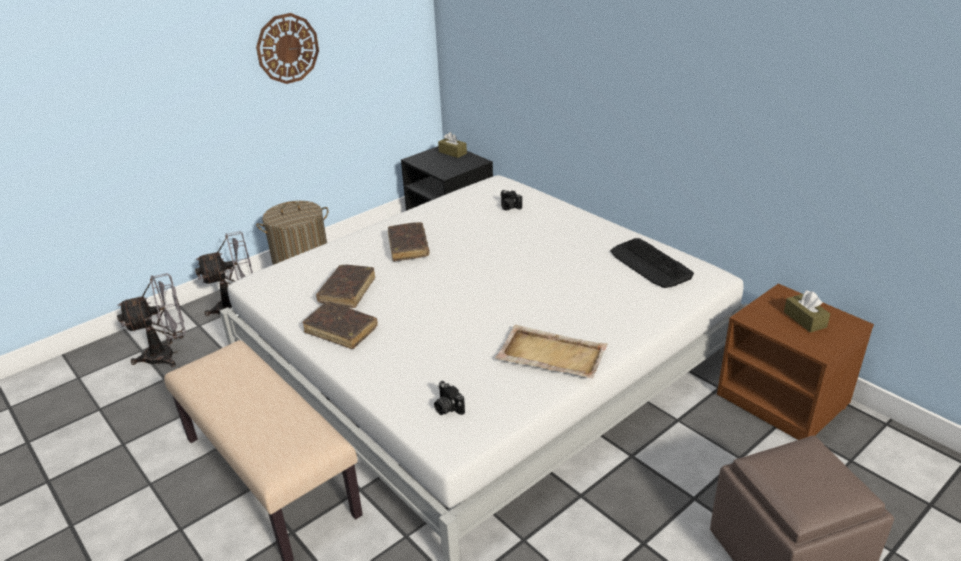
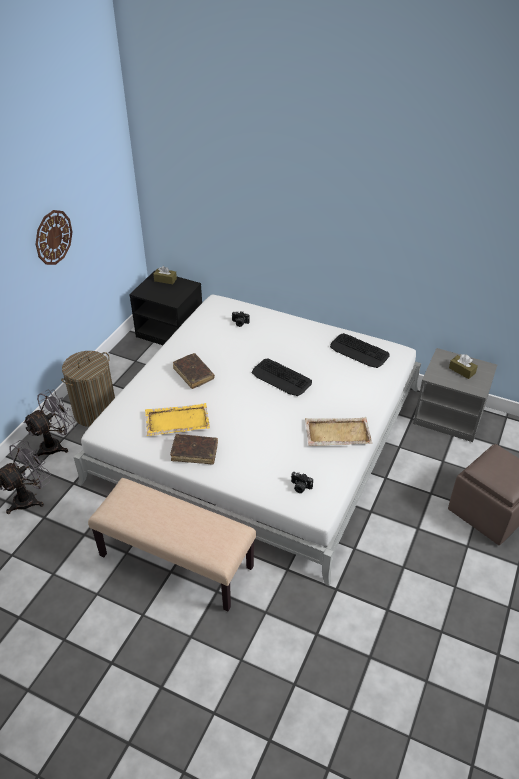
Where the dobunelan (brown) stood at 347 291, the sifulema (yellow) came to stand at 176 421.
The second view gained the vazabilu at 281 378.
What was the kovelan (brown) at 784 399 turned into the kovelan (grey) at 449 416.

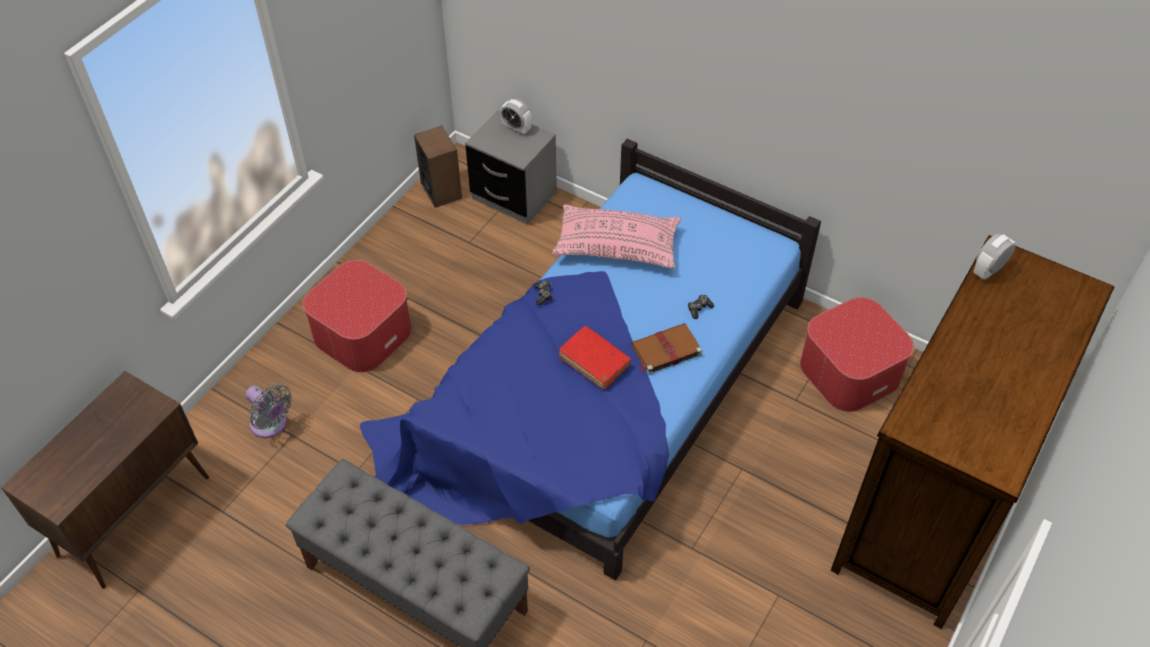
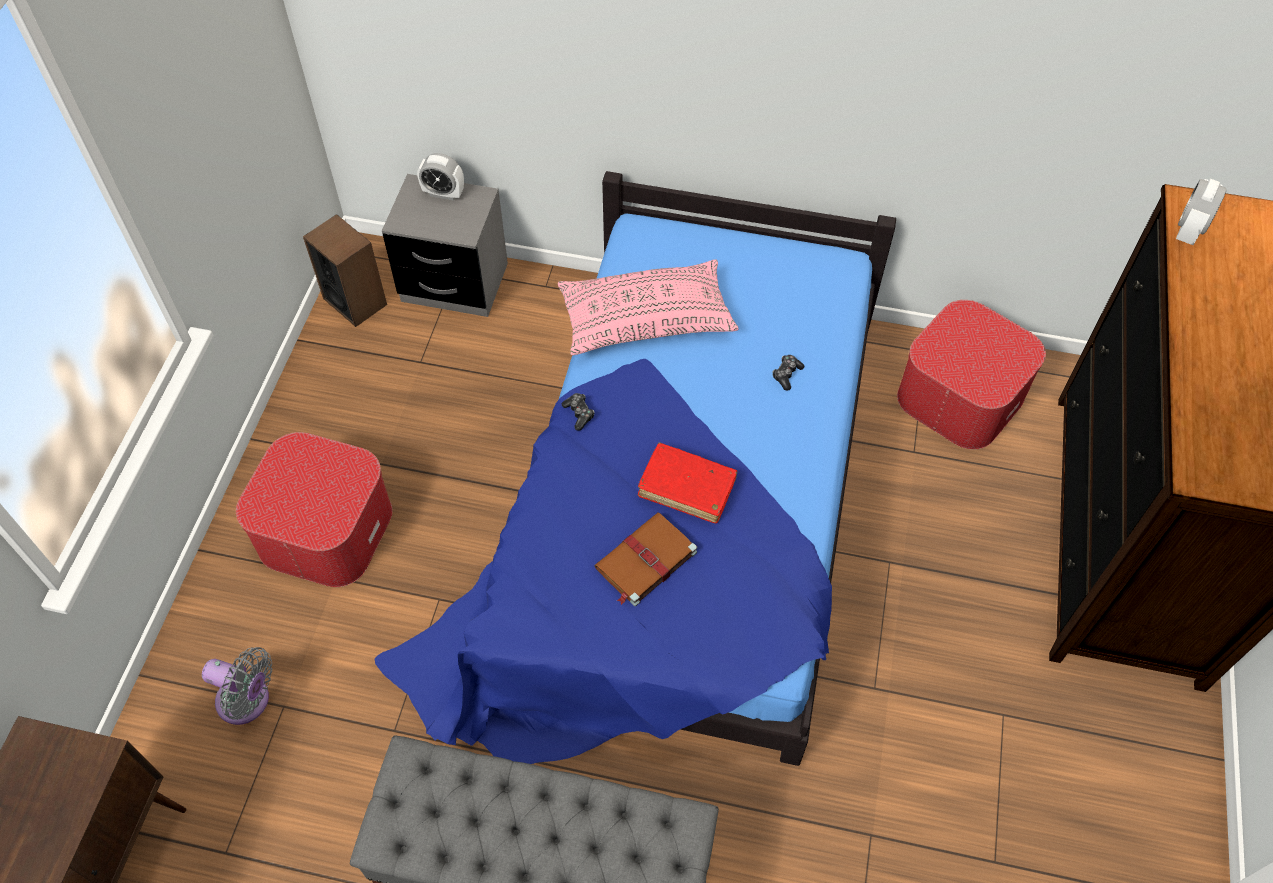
The dobunelan (brown) ended up elsewhere, having gone from 665 350 to 645 561.

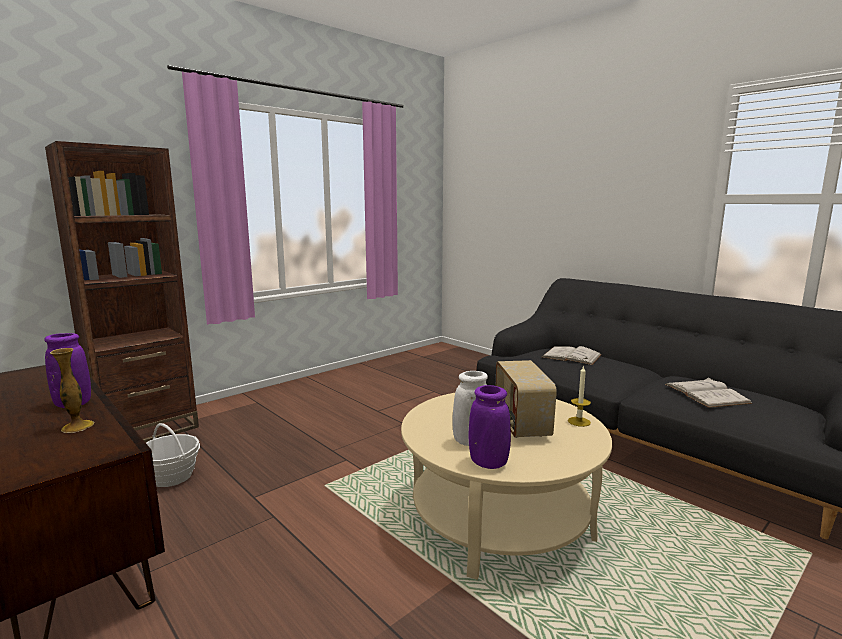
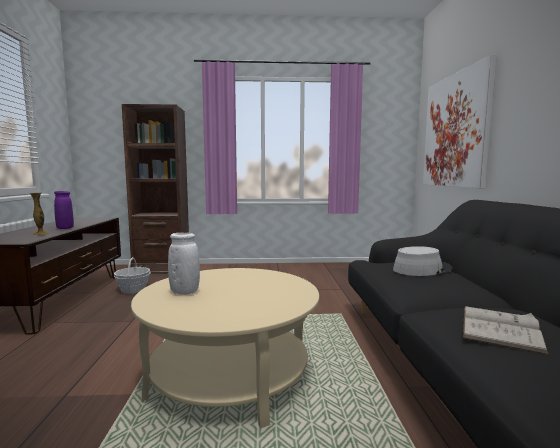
Where the dobunelan (white) stood at 571 356, the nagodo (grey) came to stand at 422 269.
The second view gained the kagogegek at 455 131.
The second view lost the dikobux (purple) at 488 463.
The second view lost the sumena at 520 424.
The second view lost the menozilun at 579 421.

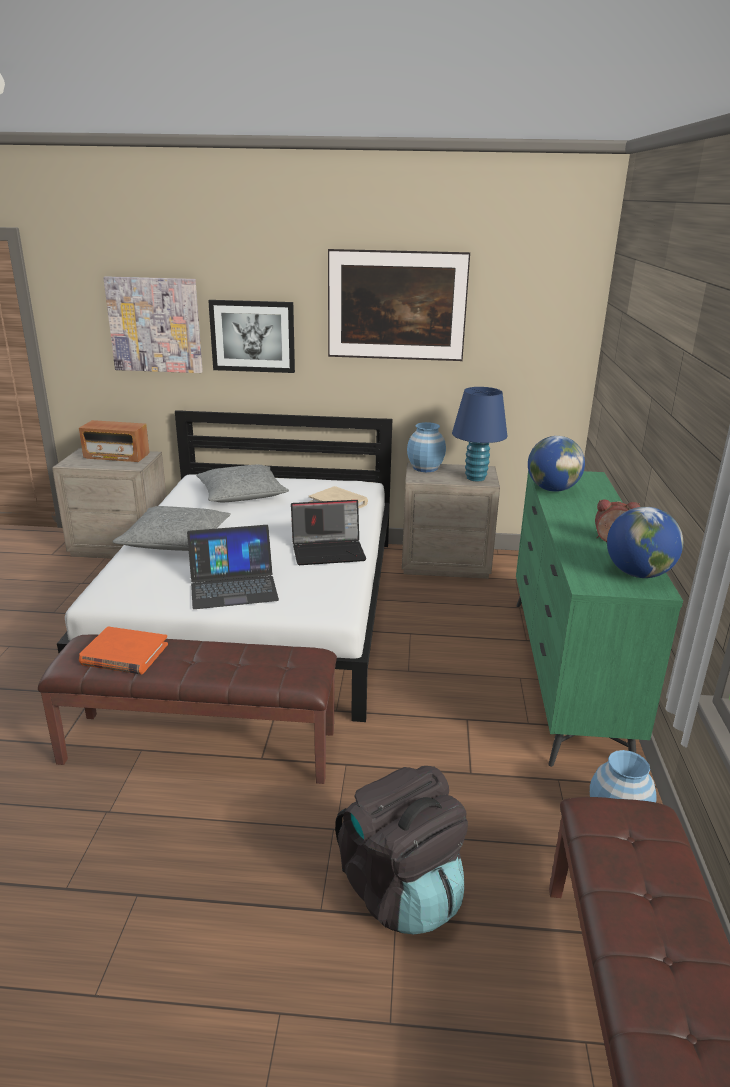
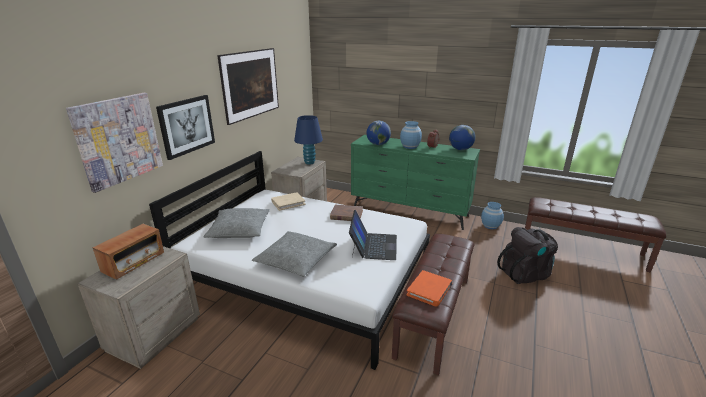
Where the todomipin stood at 329 551, the dobunelan (brown) came to stand at 346 215.
The dikobux (blue) ended up elsewhere, having gone from 425 468 to 410 146.

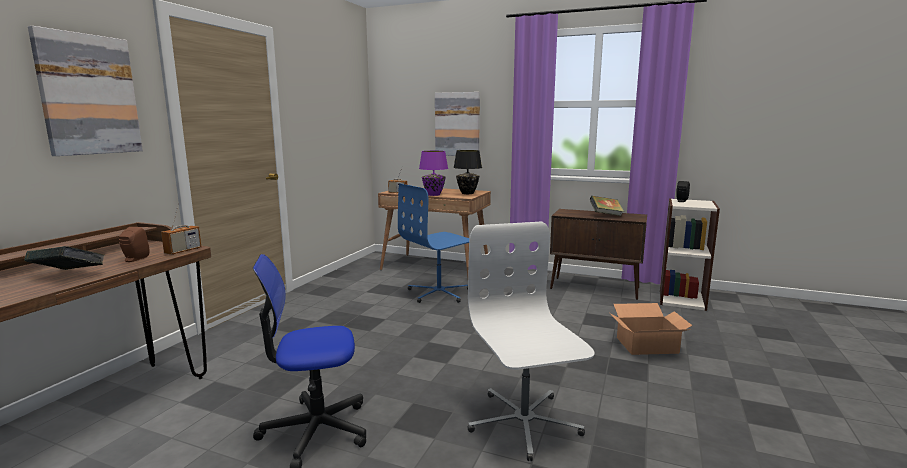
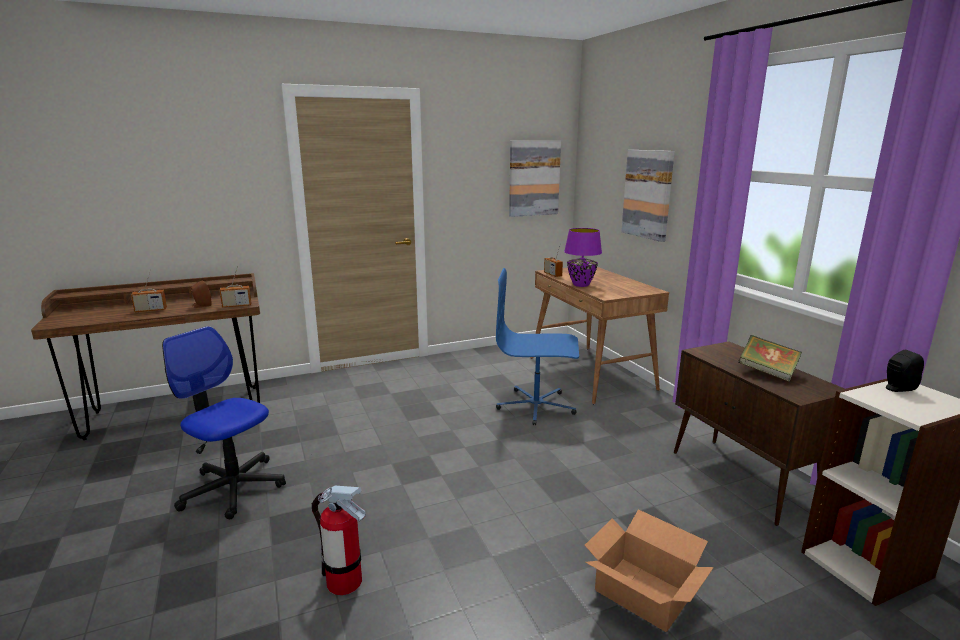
Where the dobunelan stood at 69 275, the sumena came to stand at 151 310.
Where the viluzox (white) stood at 523 423, the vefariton came to stand at 343 581.
The kagogegek ended up elsewhere, having gone from 88 95 to 533 178.
The second view lost the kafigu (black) at 467 193.

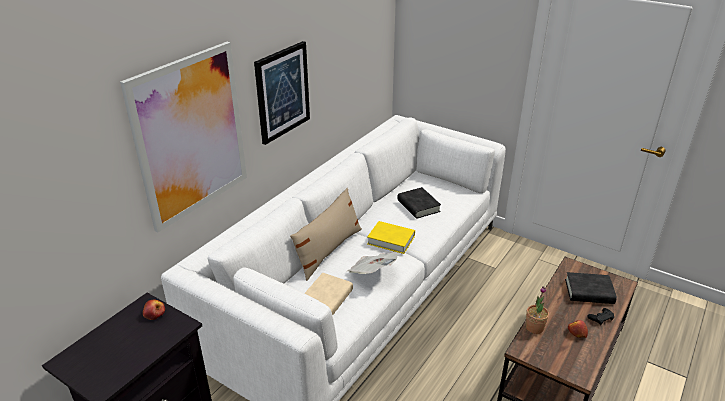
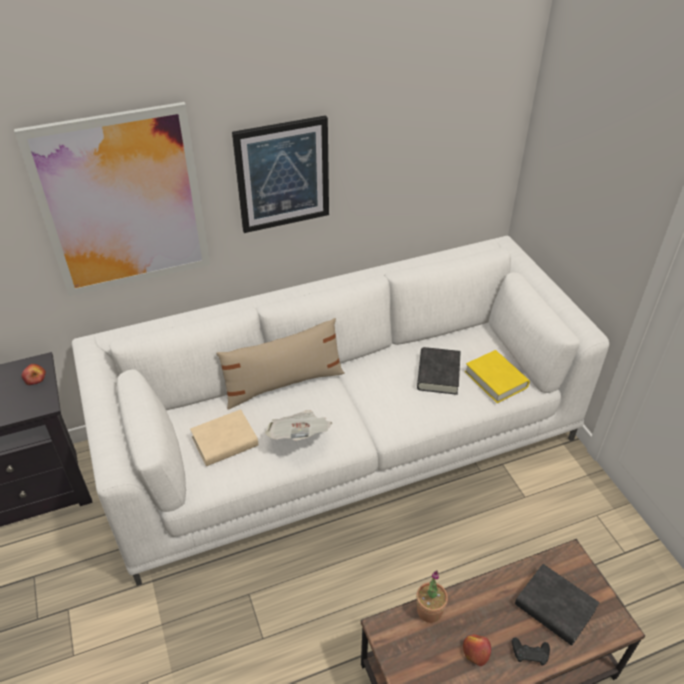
The dobunelan (yellow) ended up elsewhere, having gone from 391 240 to 496 379.

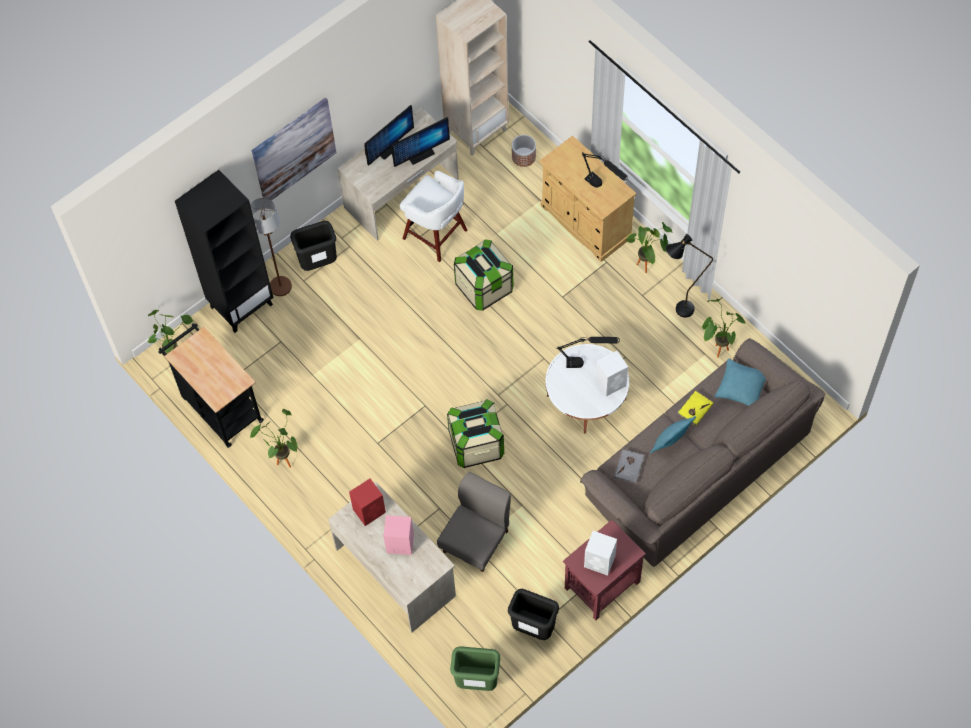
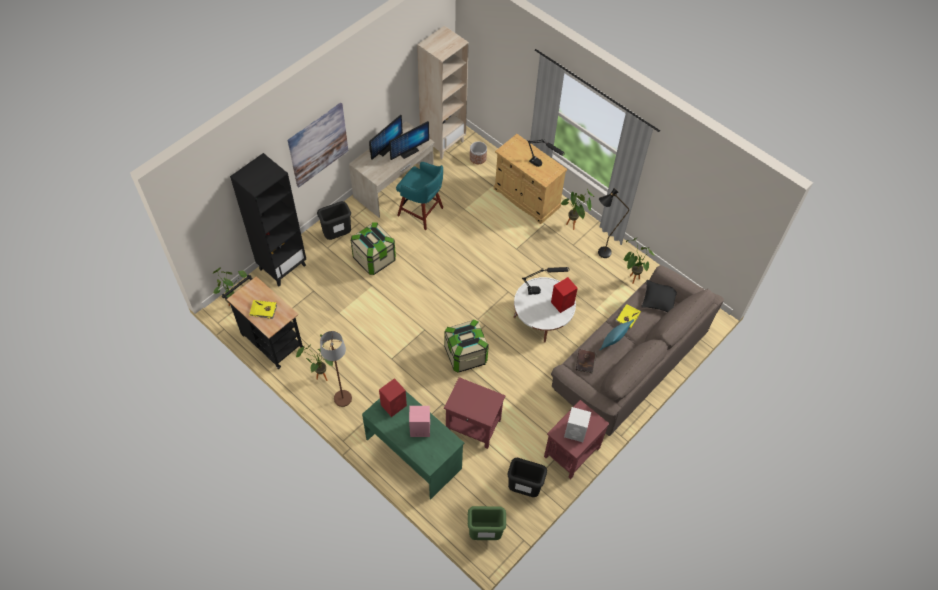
The second view gained the dobunelan (yellow) at 263 310.
The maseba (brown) ended up elsewhere, having gone from 281 286 to 343 398.
The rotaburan ended up elsewhere, having gone from 484 287 to 374 259.
What was the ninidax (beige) at 396 571 turned into the ninidax (green) at 414 453.
What was the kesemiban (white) at 436 235 turned into the kesemiban (turquoise) at 421 212.
Where the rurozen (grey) stood at 476 541, the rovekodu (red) came to stand at 473 426.
What was the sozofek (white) at 611 382 turned into the sozofek (red) at 562 303.
What was the dobunelan (grey) at 629 467 turned into the dobunelan (brown) at 586 361.
What was the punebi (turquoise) at 741 387 turned into the punebi (black) at 659 299.

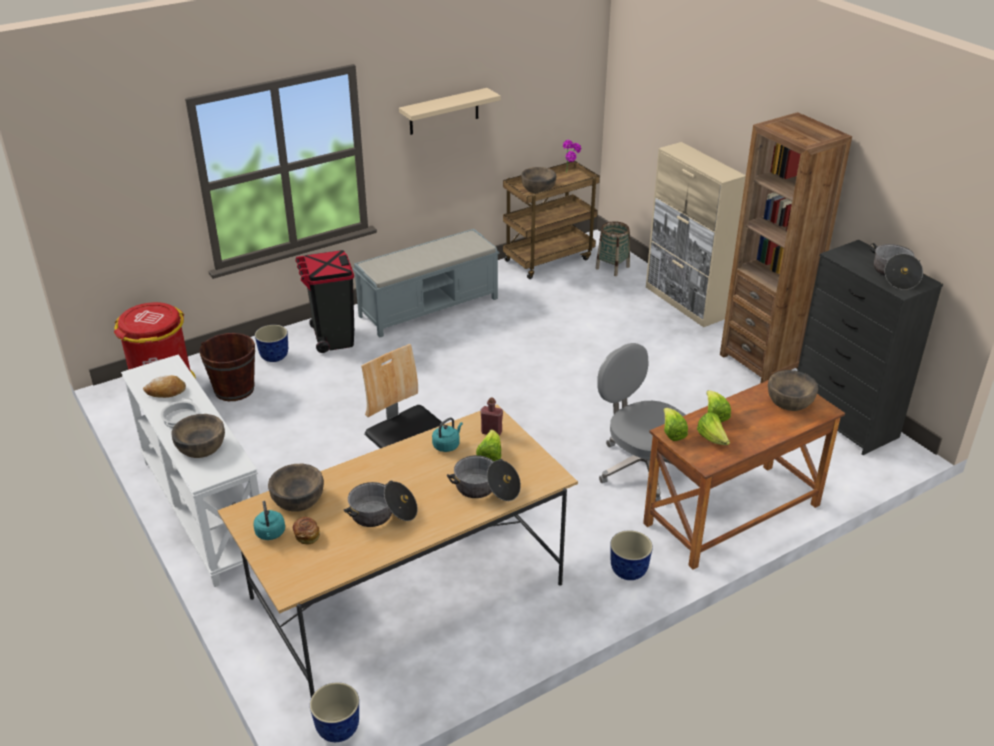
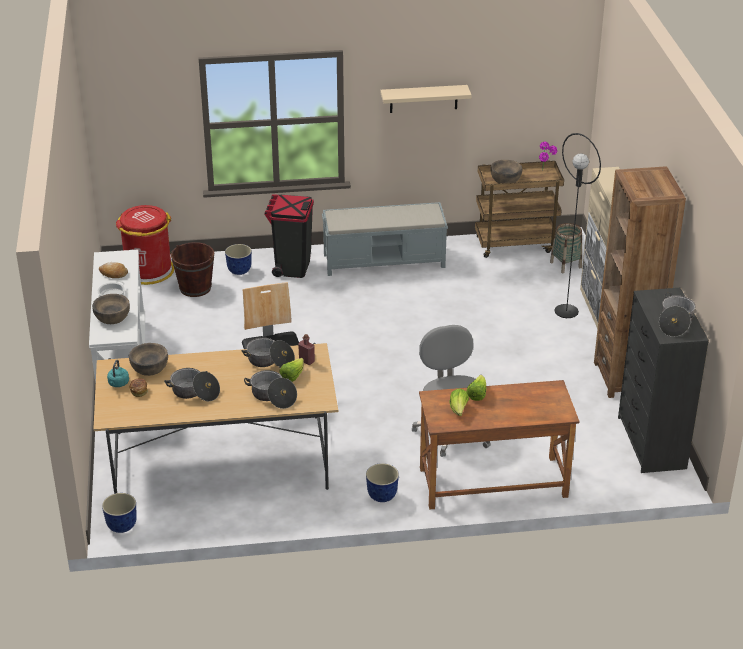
Where the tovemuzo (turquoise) stood at 447 445, the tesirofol came to stand at 269 361.
The second view gained the maseba (black) at 566 311.
The second view lost the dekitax at 672 433.
The second view lost the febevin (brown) at 789 400.

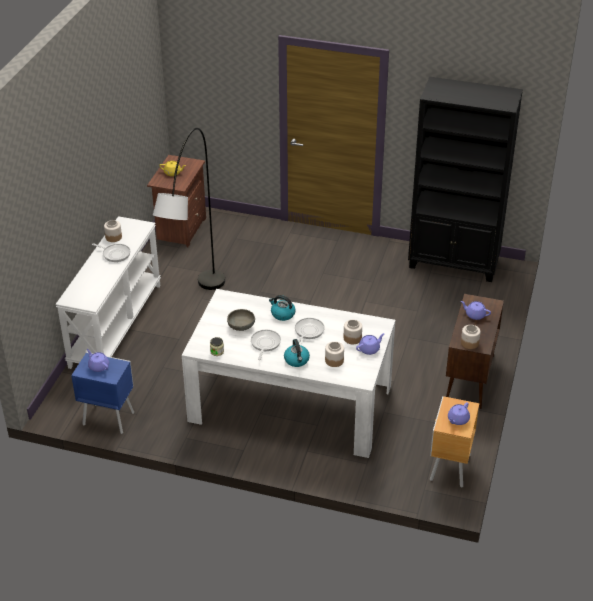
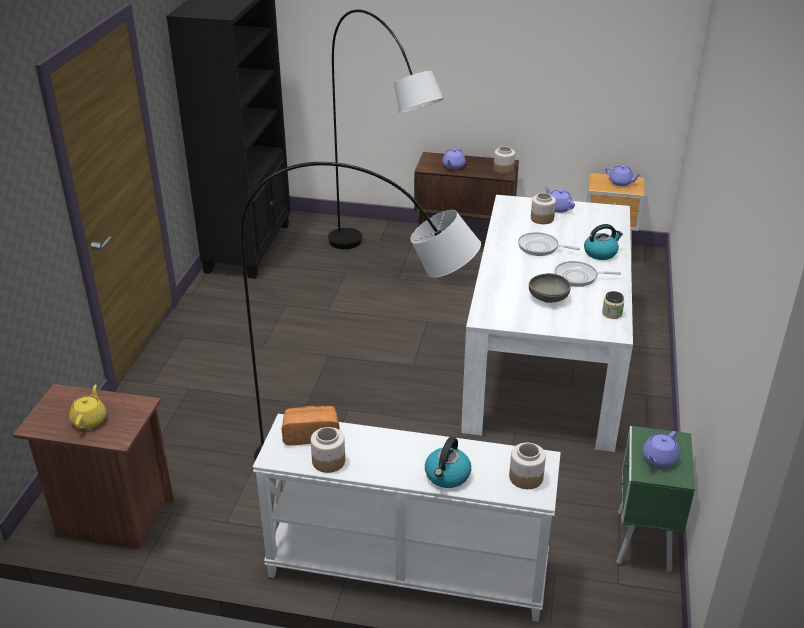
The second view gained the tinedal at 311 434.
The second view gained the maseba (grey) at 383 267.
The tovemuzo ended up elsewhere, having gone from 282 314 to 447 476.
The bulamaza ended up elsewhere, having gone from 334 360 to 525 477.
What was the kovelan (blue) at 107 418 turned into the kovelan (green) at 642 542.
The second view lost the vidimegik at 115 254.

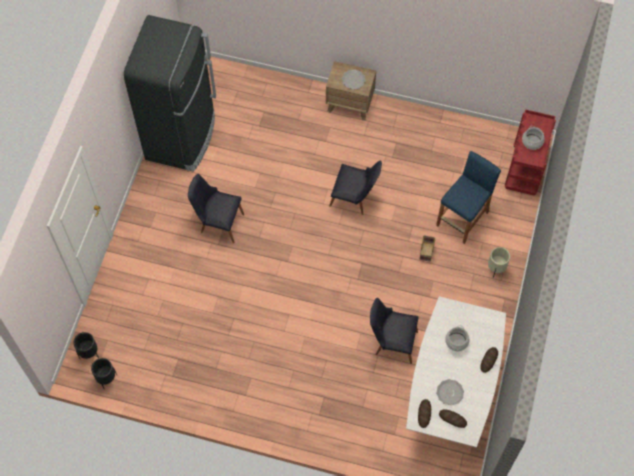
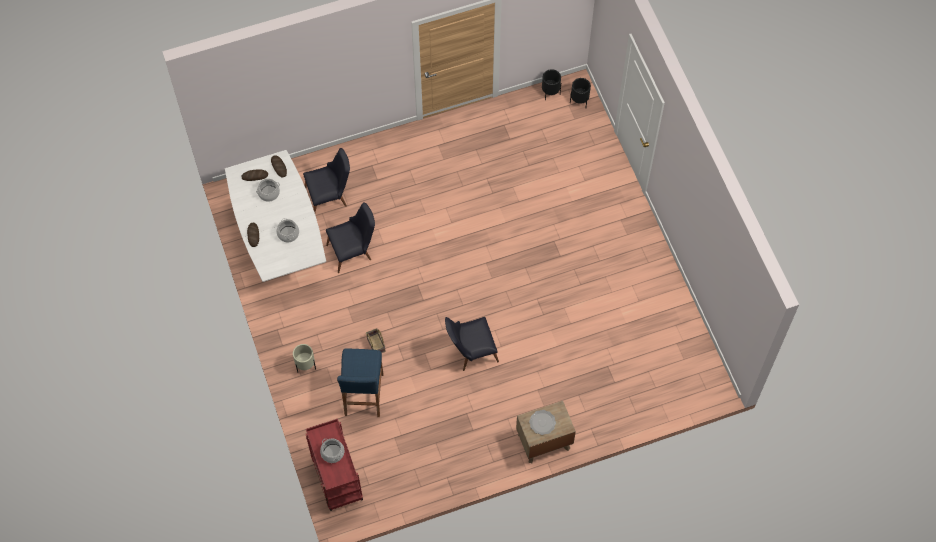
Where the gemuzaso stood at 450 392, the tesirofol came to stand at 269 193.
The rurozen (black) ended up elsewhere, having gone from 218 222 to 330 197.
The second view lost the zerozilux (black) at 181 137.

